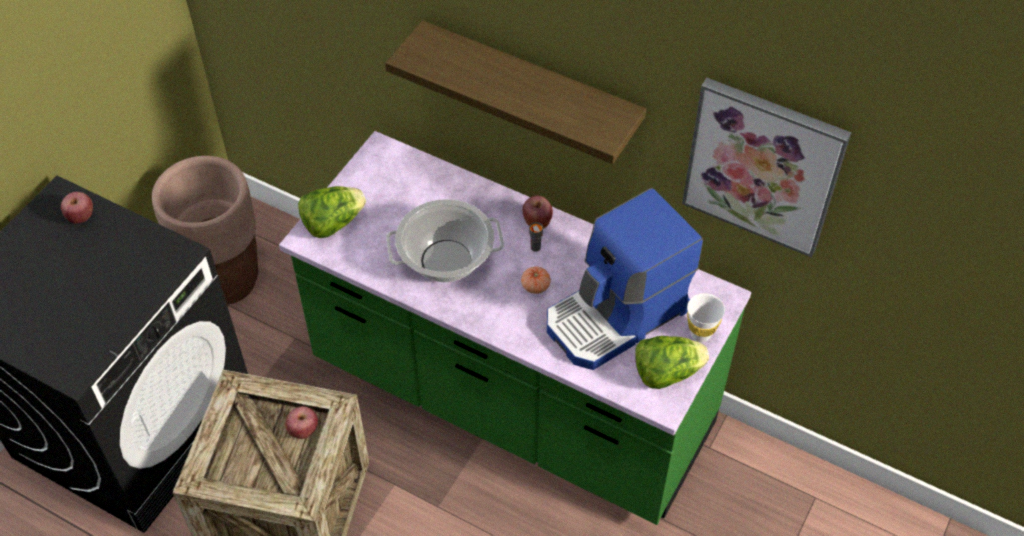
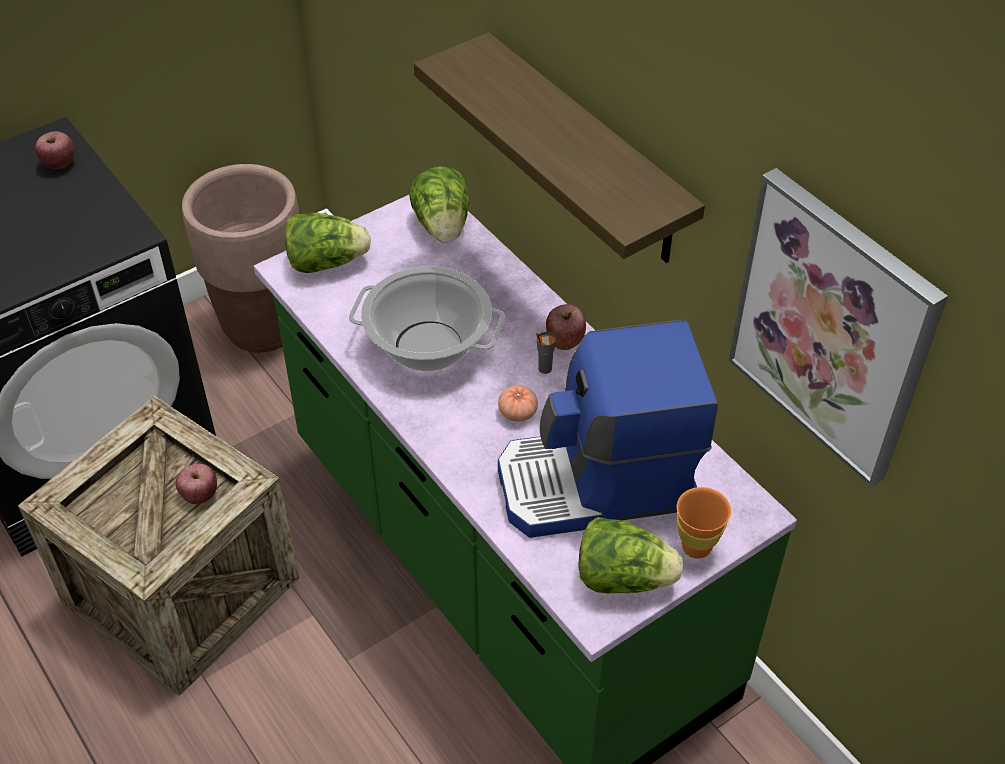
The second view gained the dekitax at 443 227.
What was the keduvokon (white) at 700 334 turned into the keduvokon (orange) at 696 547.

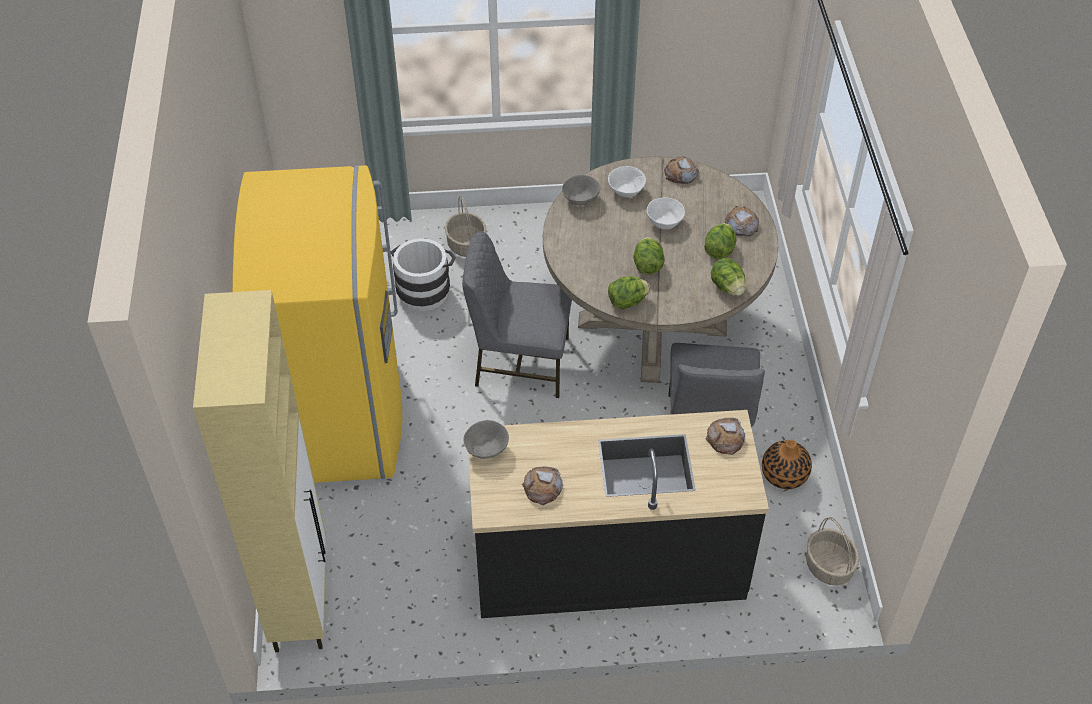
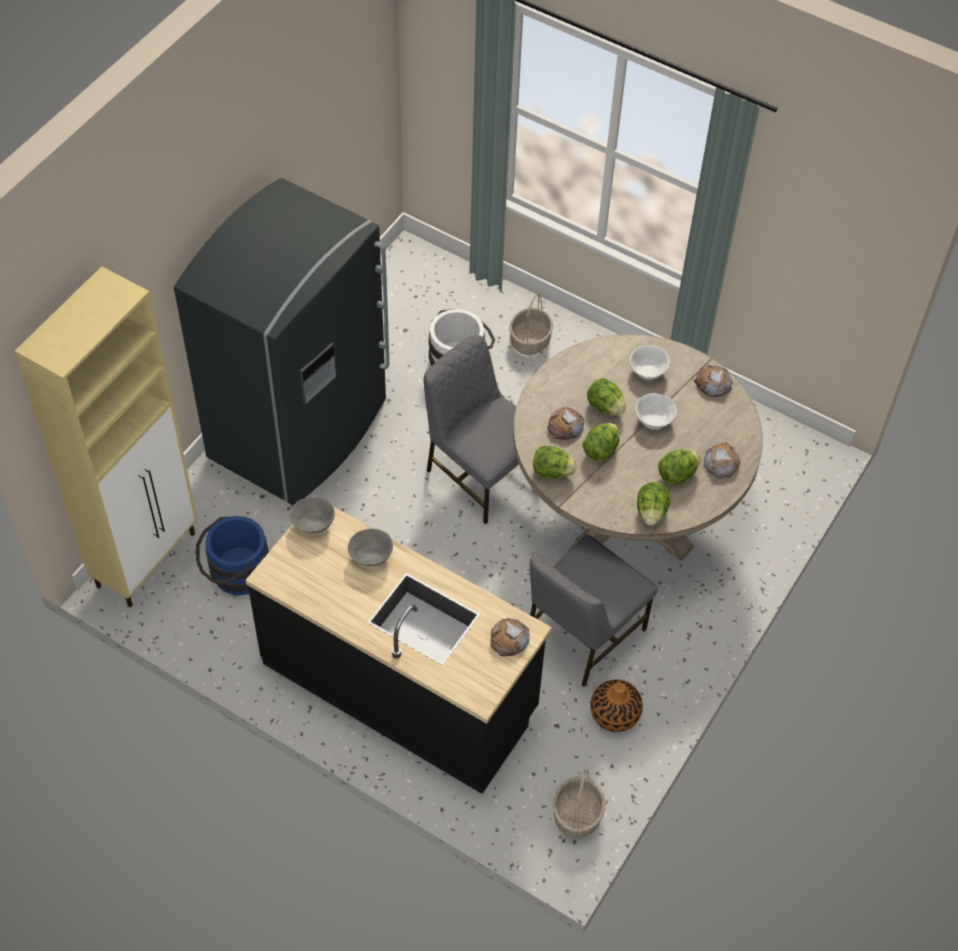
What was the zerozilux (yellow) at 342 416 turned into the zerozilux (grey) at 301 431.
The second view gained the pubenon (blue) at 235 574.
The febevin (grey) ended up elsewhere, having gone from 580 199 to 371 556.
The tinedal ended up elsewhere, having gone from 542 487 to 565 426.
The second view gained the dekitax at 605 406.

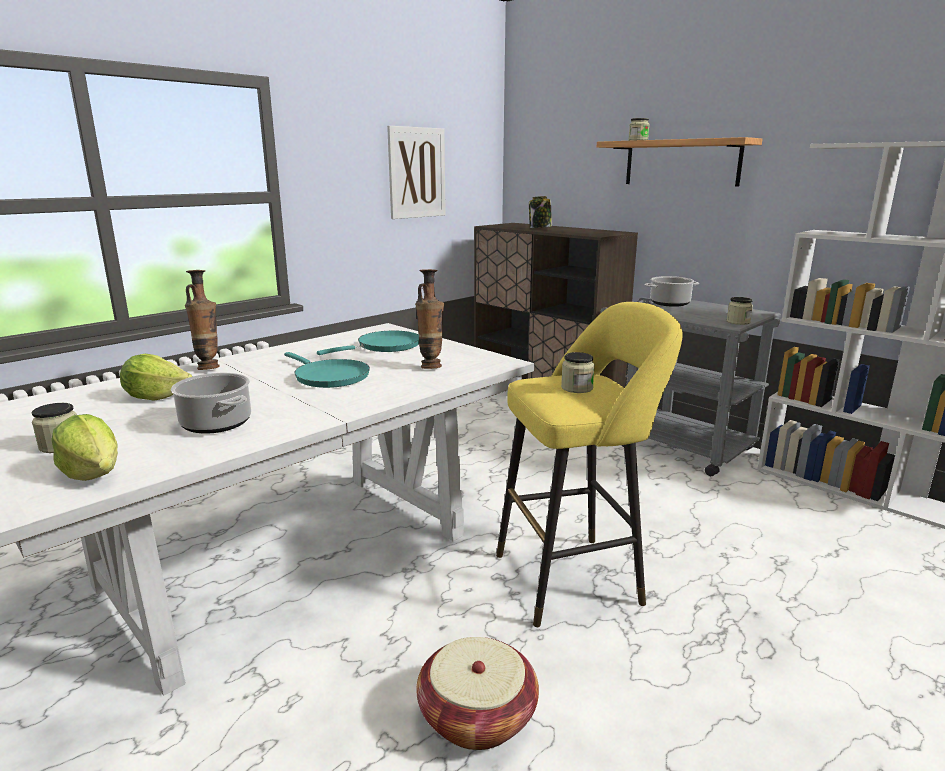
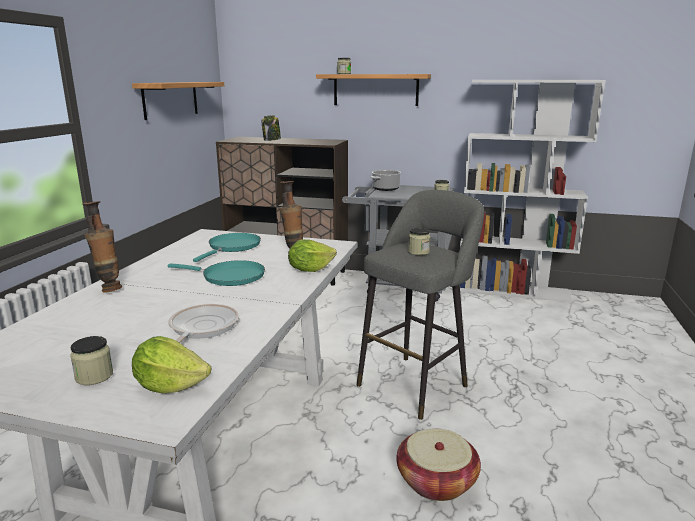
Where the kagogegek hung at 417 173, the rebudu came to hang at 170 99.
Where the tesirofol stood at 215 423, the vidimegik came to stand at 202 328.
The dekitax ended up elsewhere, having gone from 156 397 to 310 270.
What was the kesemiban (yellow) at 575 577 turned into the kesemiban (grey) at 416 383.

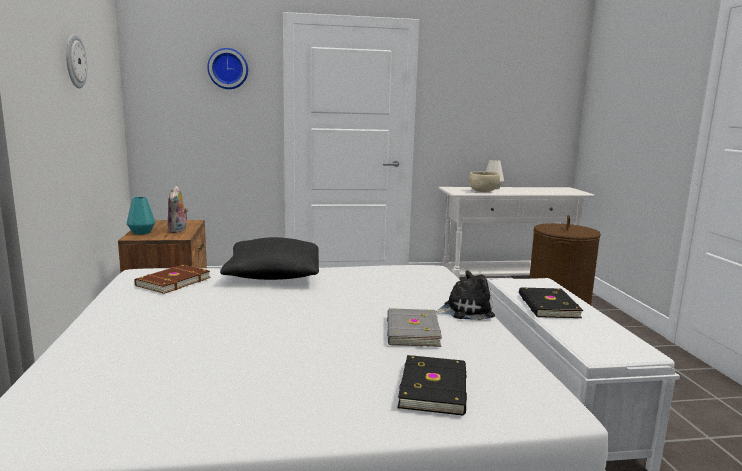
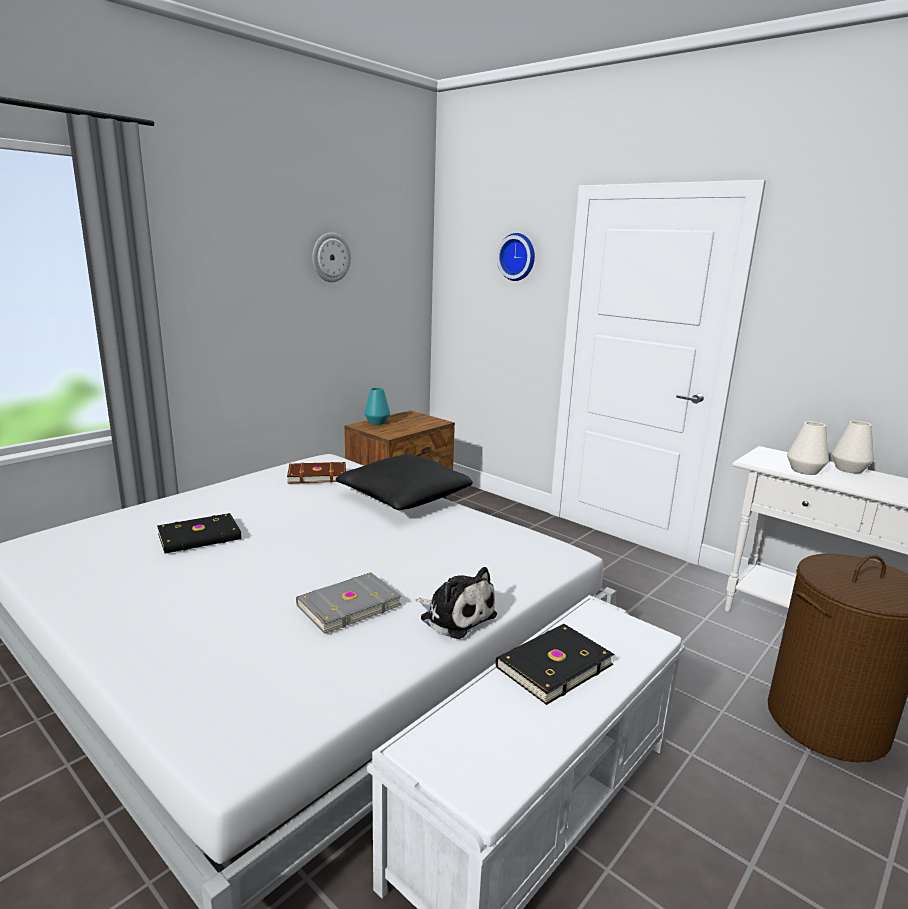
The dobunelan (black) ended up elsewhere, having gone from 435 388 to 200 537.
Where the febevin (beige) stood at 483 191, the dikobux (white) came to stand at 805 471.
The second view lost the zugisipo at 178 231.

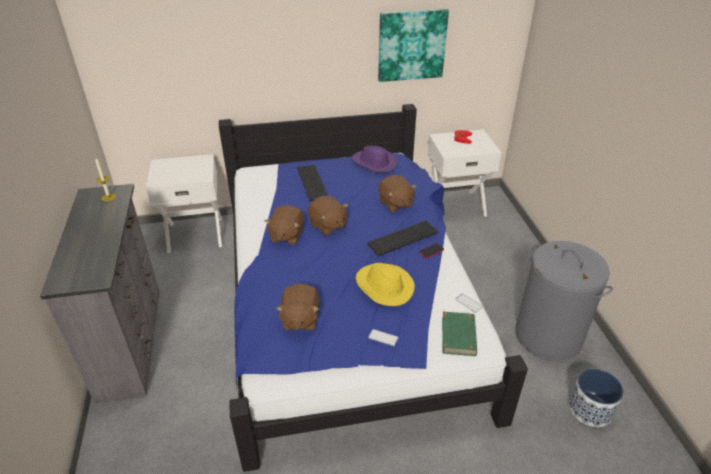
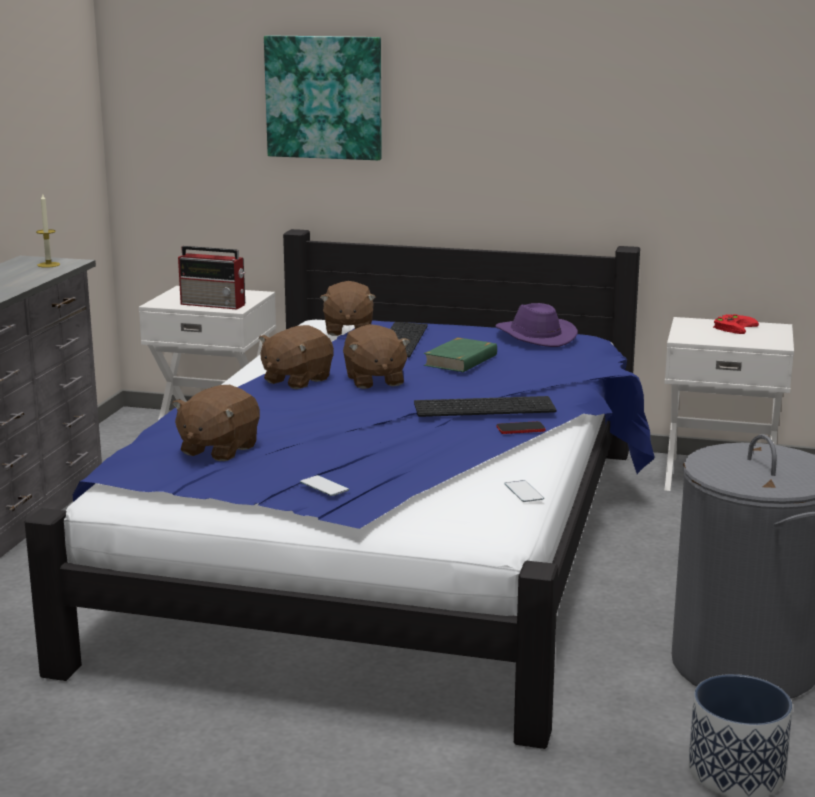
The second view gained the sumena at 214 304.
The kagogegek ended up elsewhere, having gone from 411 45 to 324 97.
The zugisipo (brown) ended up elsewhere, having gone from 395 203 to 348 330.
The dobunelan (green) ended up elsewhere, having gone from 459 336 to 461 360.
The second view lost the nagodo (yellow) at 383 286.

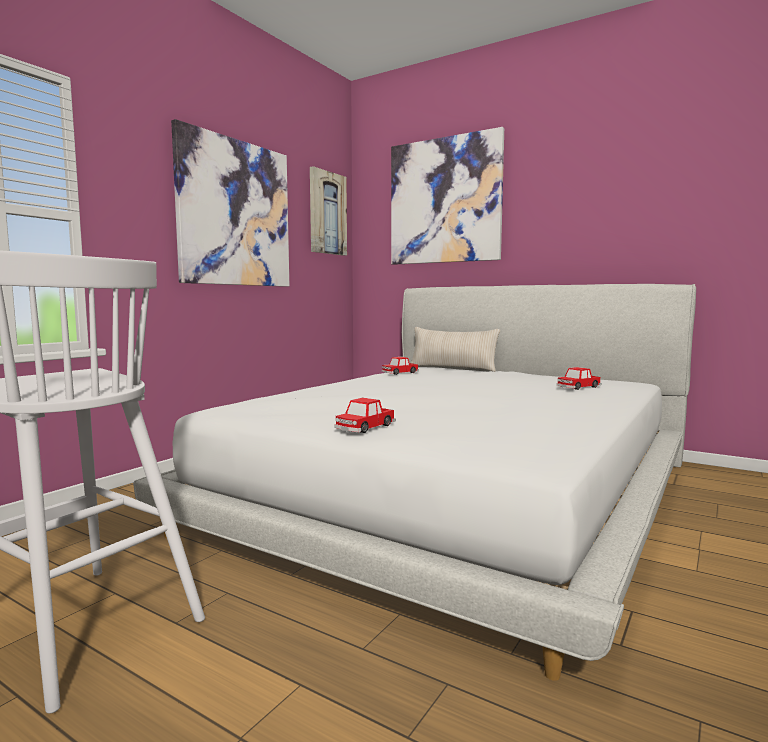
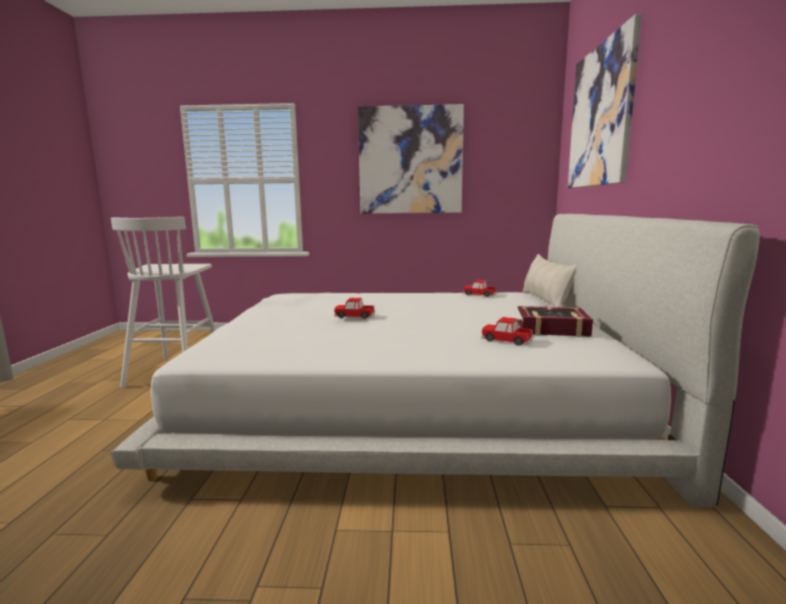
The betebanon ended up elsewhere, having gone from 365 427 to 354 316.
The second view gained the dobunelan at 552 329.
The second view lost the kagogegek at 327 213.

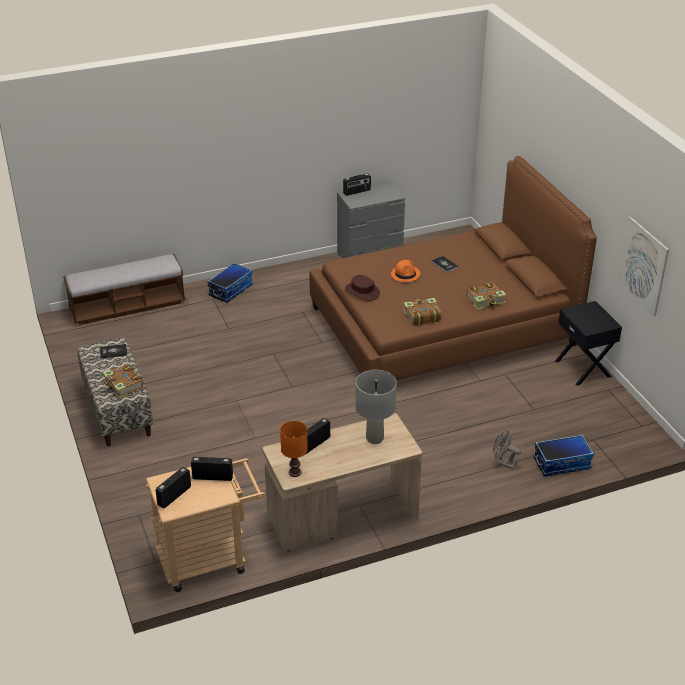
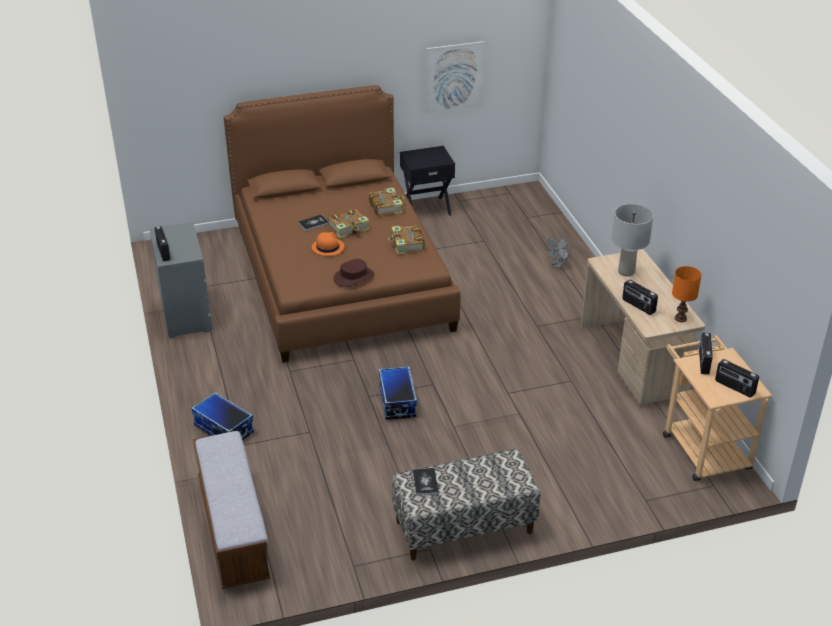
The dobunelan ended up elsewhere, having gone from 123 386 to 349 228.
The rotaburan ended up elsewhere, having gone from 561 463 to 396 402.

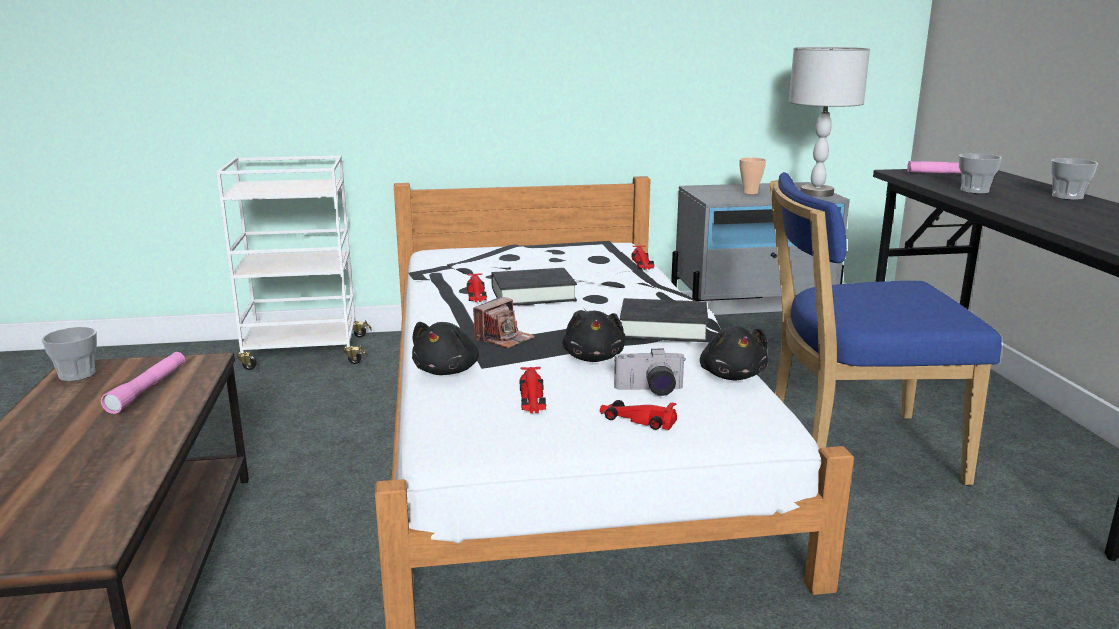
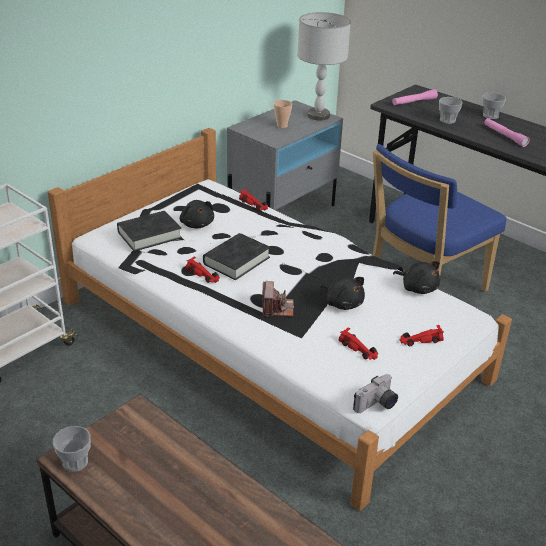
The dobunelan (black) ended up elsewhere, having gone from 663 328 to 149 235.
The zugisipo (black) ended up elsewhere, having gone from 447 370 to 197 224.
The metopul ended up elsewhere, having gone from 649 391 to 377 405.
The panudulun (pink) ended up elsewhere, having gone from 148 389 to 504 136.

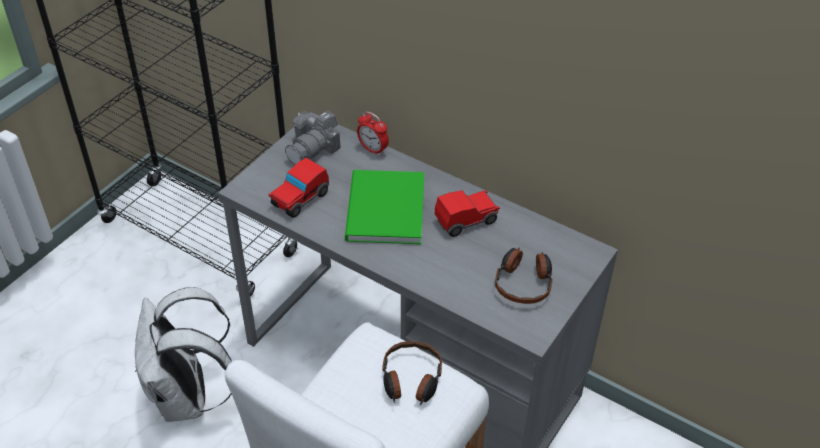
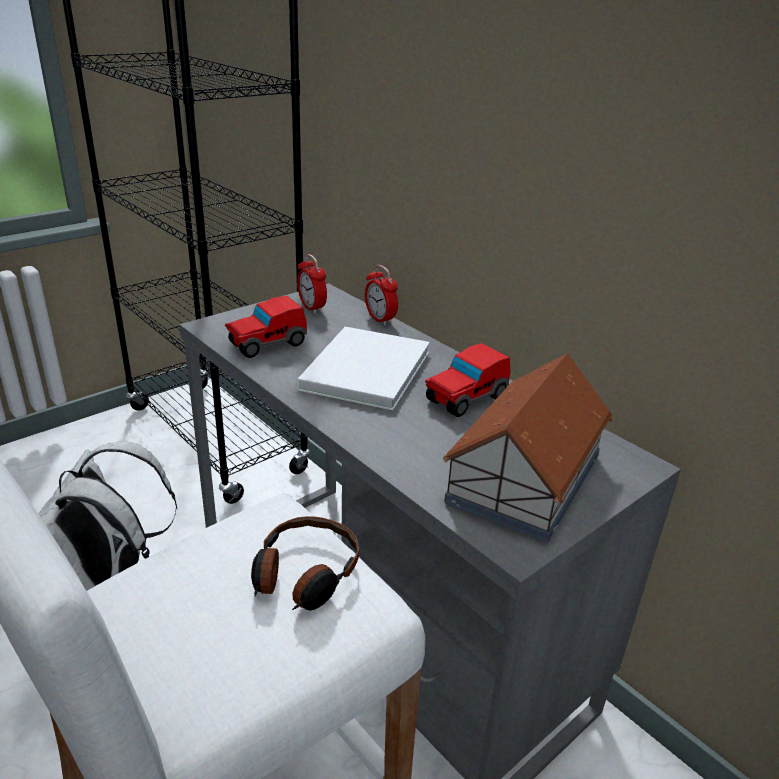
What was the dobunelan (green) at 383 211 turned into the dobunelan (white) at 361 371.
Where the metopul stood at 313 148, the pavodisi came to stand at 312 308.
The betebanon at 466 220 ended up facing another way, 150 degrees clockwise from before.
Where the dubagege stood at 524 282, the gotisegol came to stand at 523 478.

